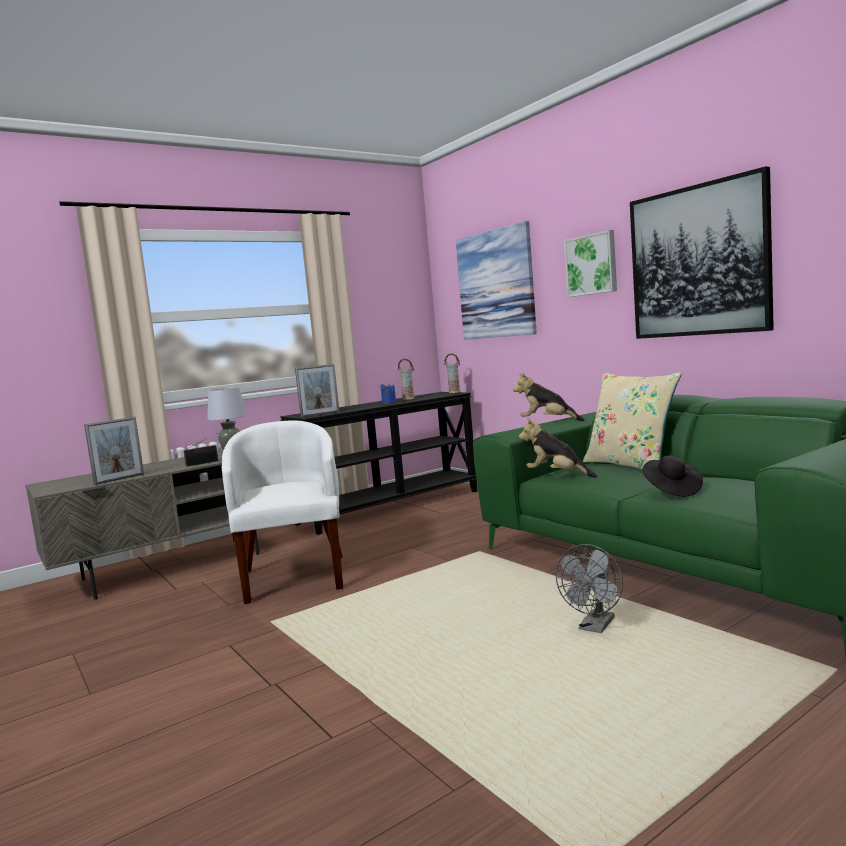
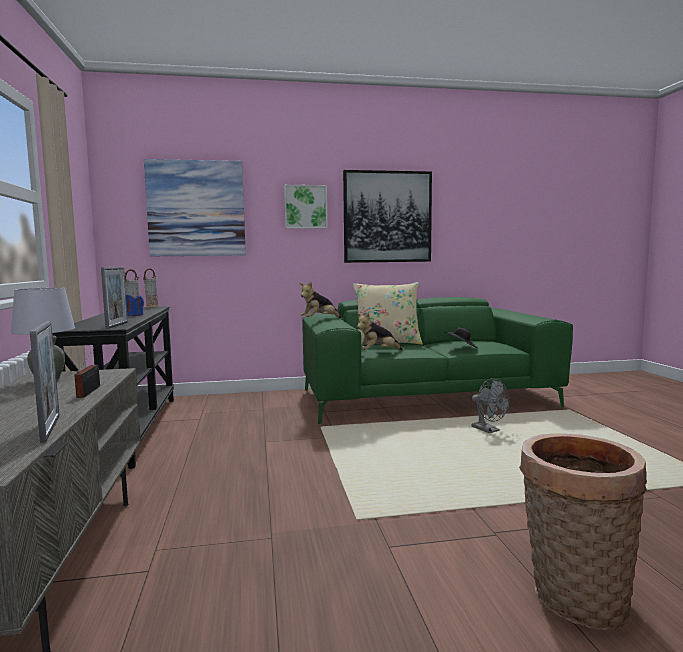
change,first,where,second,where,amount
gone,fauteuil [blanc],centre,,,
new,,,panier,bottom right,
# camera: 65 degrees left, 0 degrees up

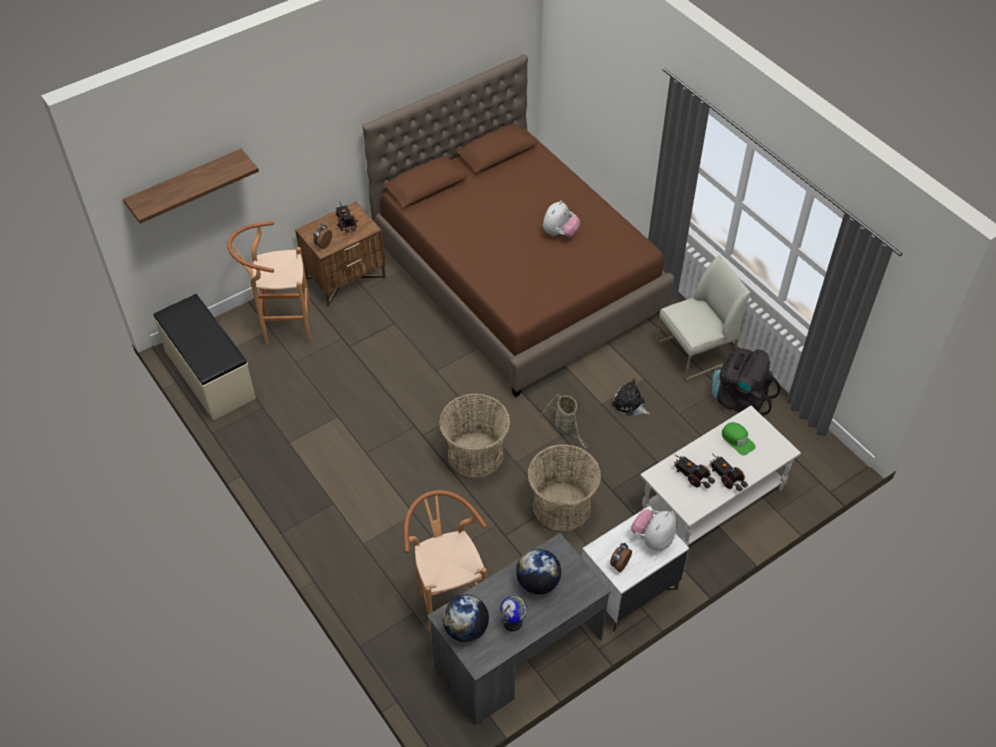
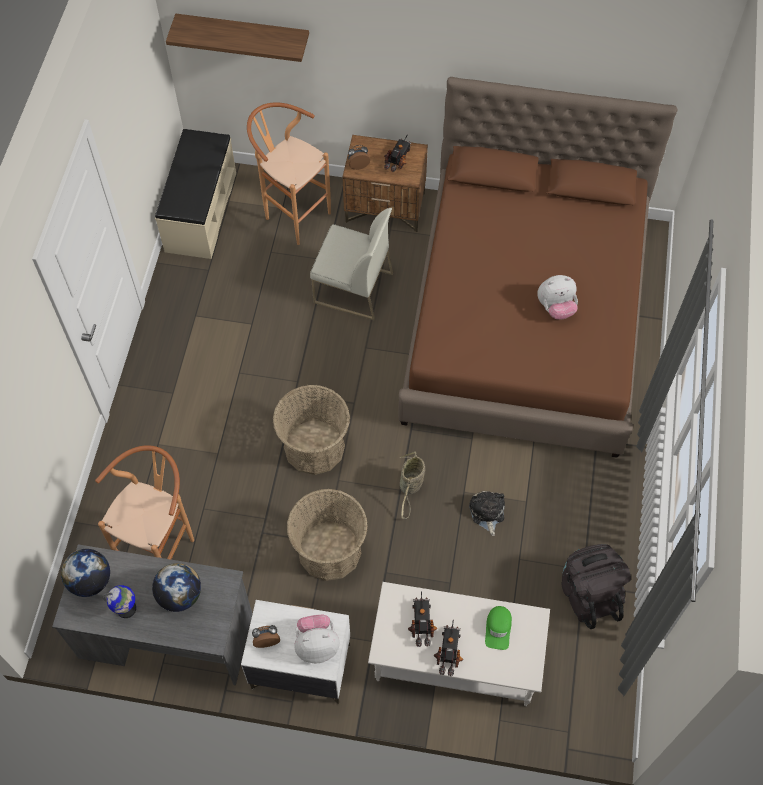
change,first,where,second,where,amount
shifted,chaise [blanc],middle right,,centre,
# camera: 45 degrees right, 10 degrees up

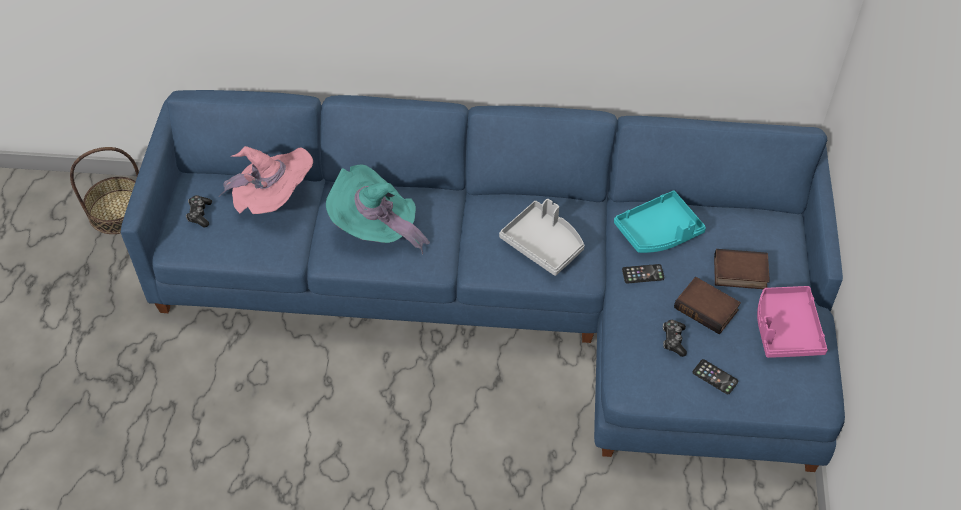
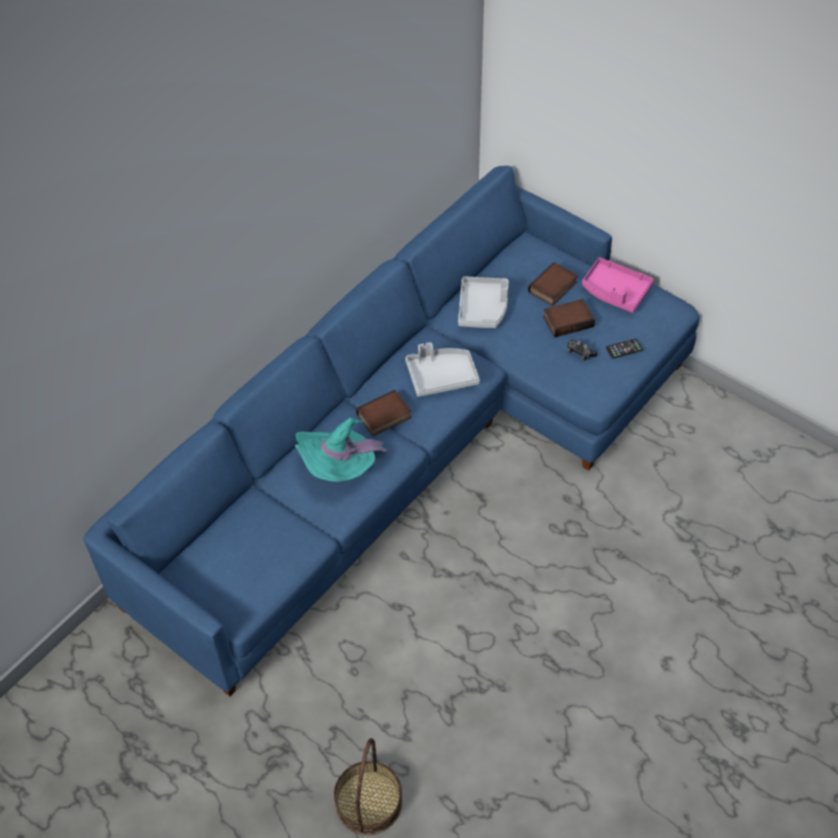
change,first,where,second,where,amount
gone,manette (no. 1 from left),middle left,,,
gone,chapeau [rose],middle left,,,
gone,téléphone (no. 1 from left),middle right,,,
new,,,livre (no. 1 from left),centre,
shifted,panier,middle left,,bottom centre,
repainted,plateau [turquoise],middle right,plateau [gris] (no. 2 from left),centre,
# camera: 55 degrees left, 0 degrees up

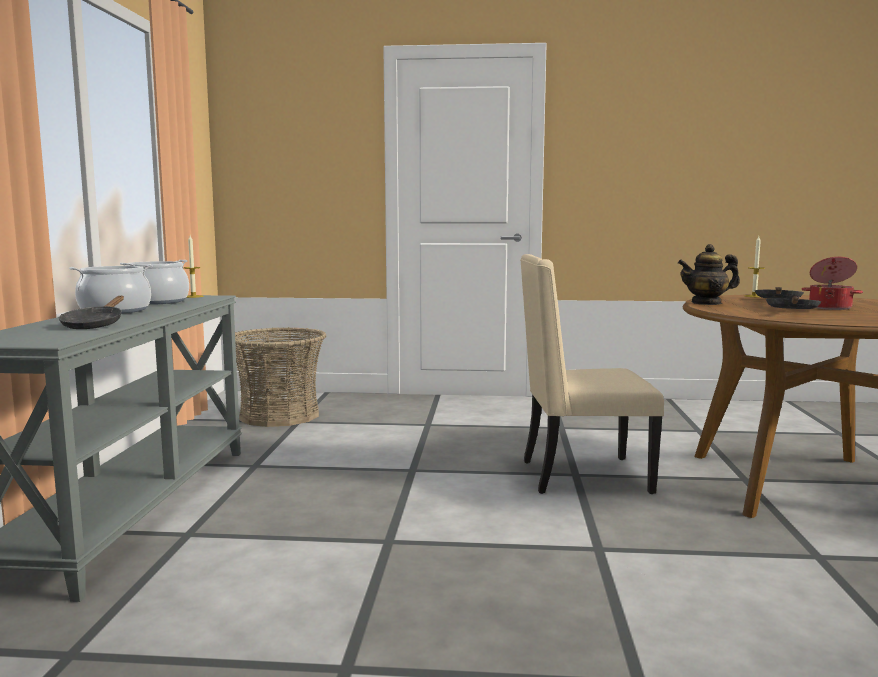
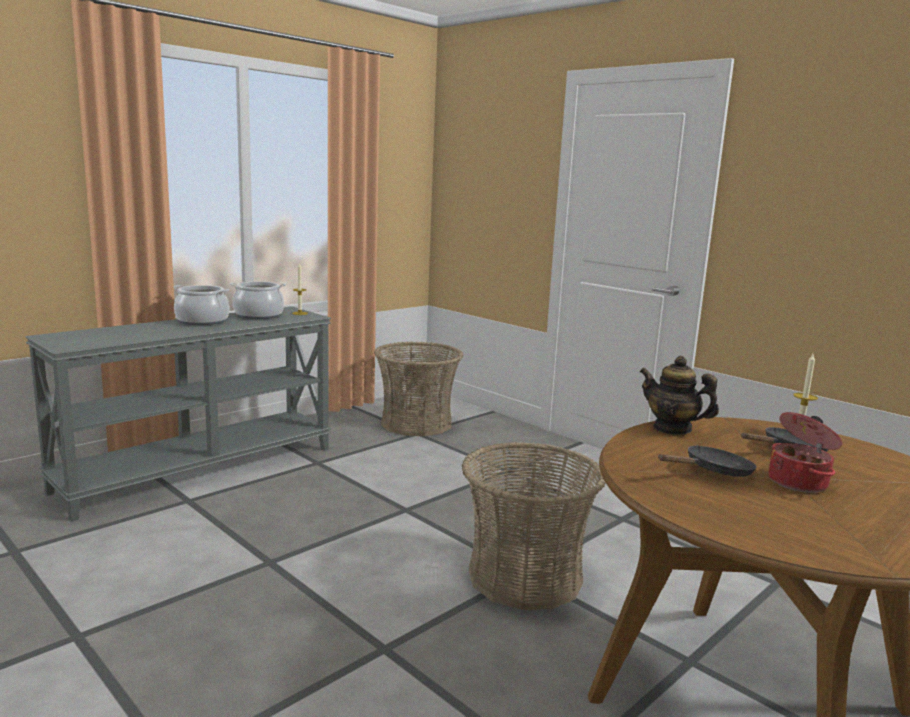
change,first,where,second,where,amount
gone,poêle [noir] (no. 1 from left),middle left,,,
swapped,chaise [beige],middle right,panier (no. 2 from left),bottom centre,
# camera: 40 degrees right, 5 degrees up

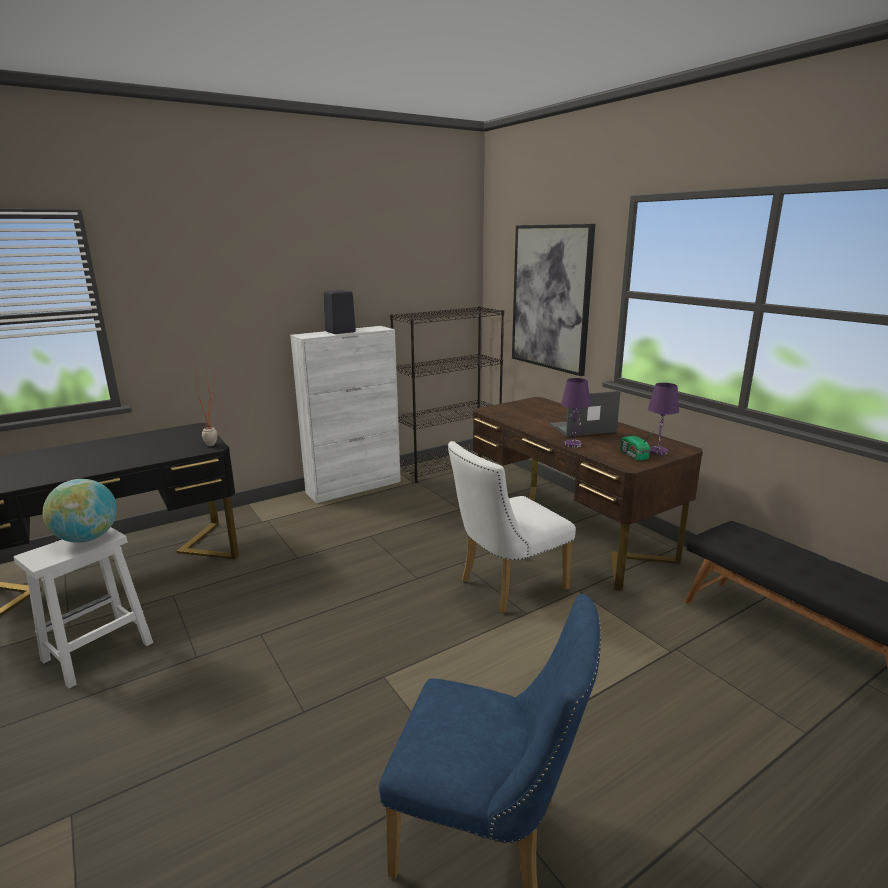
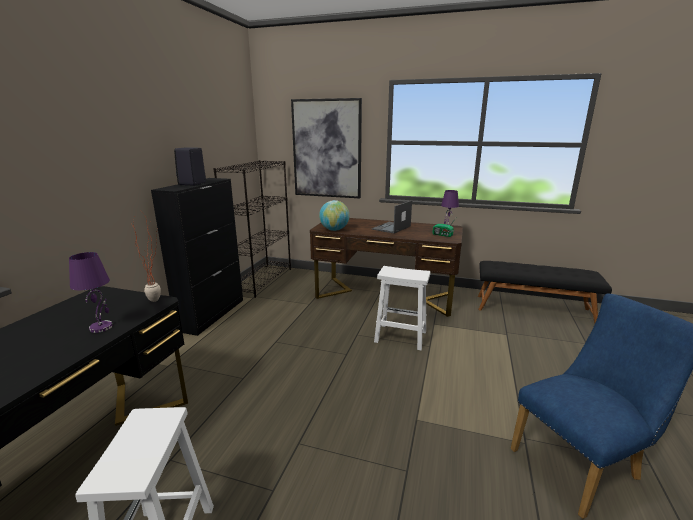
change,first,where,second,where,amount
shifted,globe,middle left,,centre,
shifted,lampe de table [violet] (no. 1 from left),centre,,middle left,
swapped,chaise [blanc],centre,tabouret [blanc] (no. 2 from left),centre,
repainted,meuble de rangement [blanc],centre,meuble de rangement [noir],middle left,
# camera: 40 degrees left, 0 degrees up

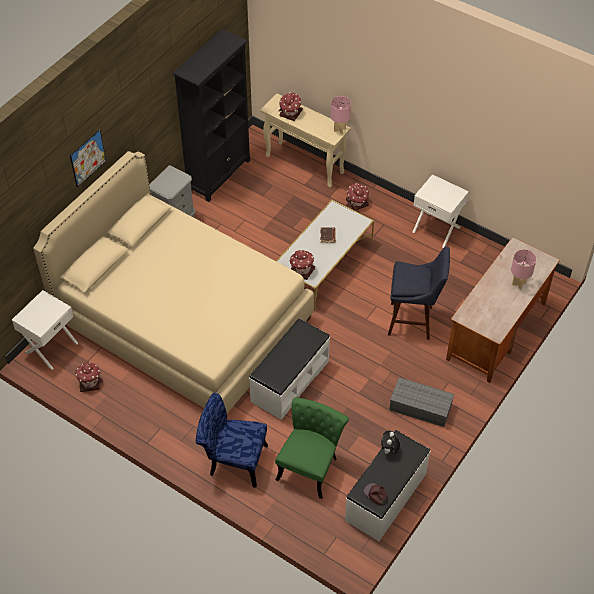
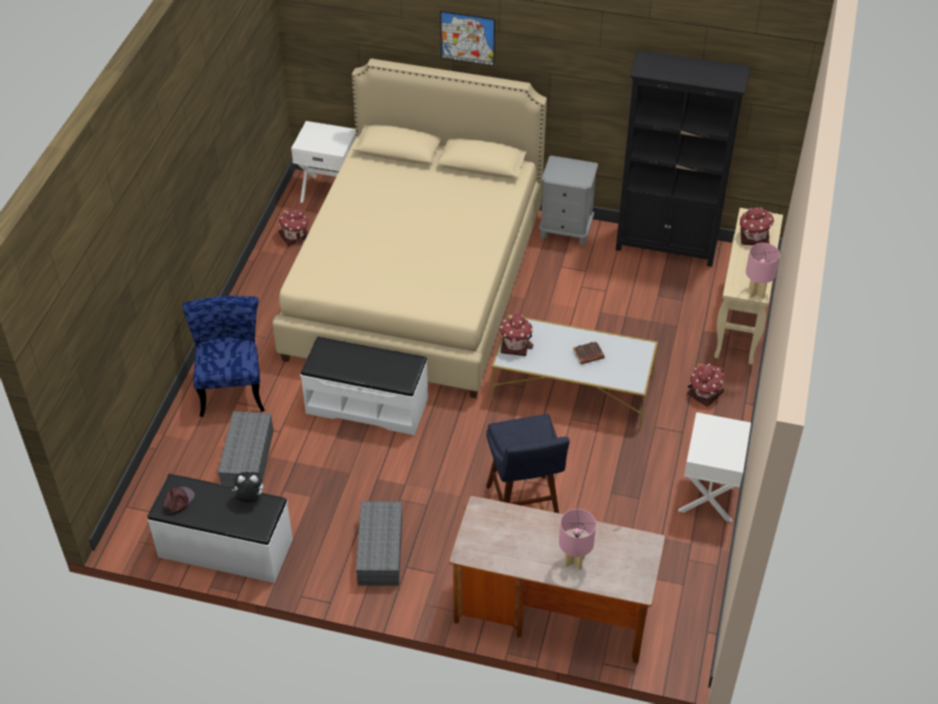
change,first,where,second,where,amount
swapped,chaise [vert],bottom centre,boîte de rangement [gris] (no. 1 from left),middle left,
# camera: 70 degrees right, 5 degrees down

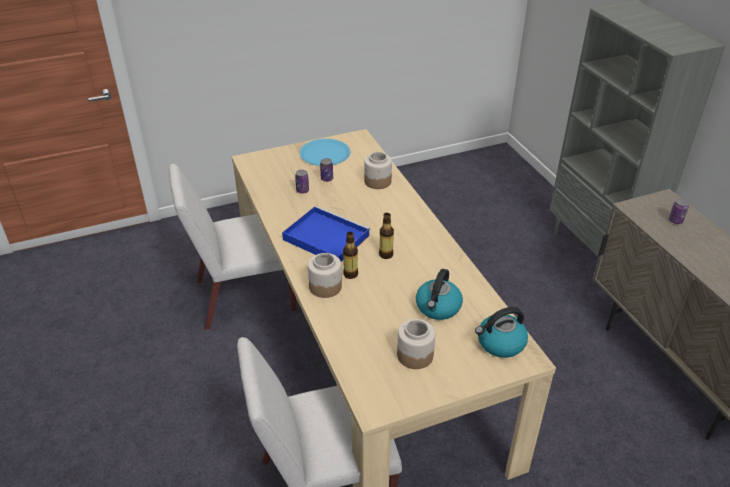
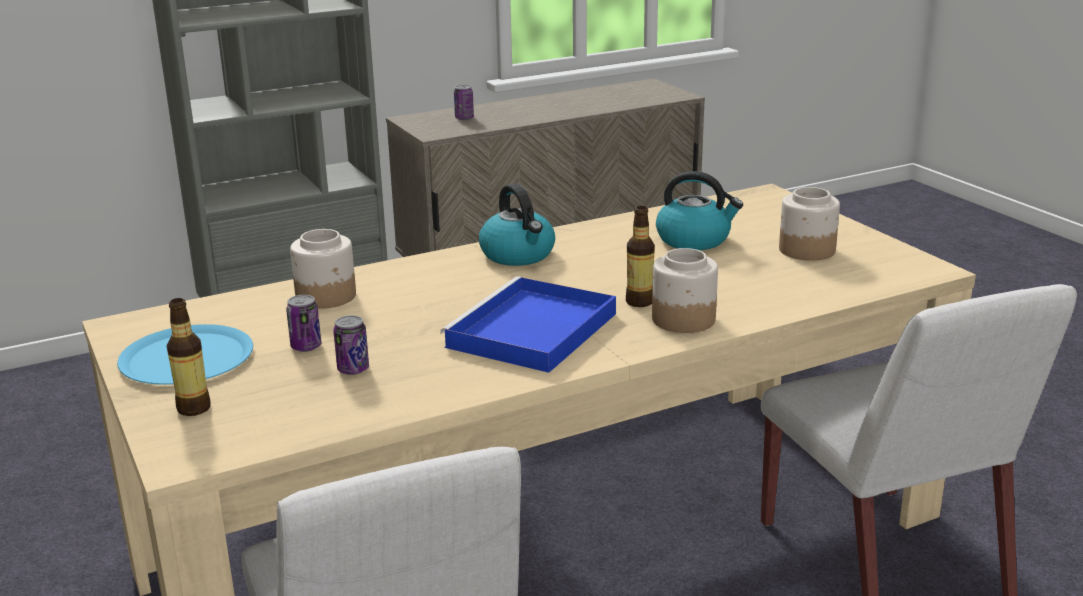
change,first,where,second,where,amount
shifted,bouteille (no. 2 from left in the first image),centre,bouteille (no. 1 from left),middle left,
shifted,bouilloire (no. 2 from left in the first image),bottom right,bouilloire (no. 1 from left),centre,
# camera: 95 degrees left, 15 degrees down

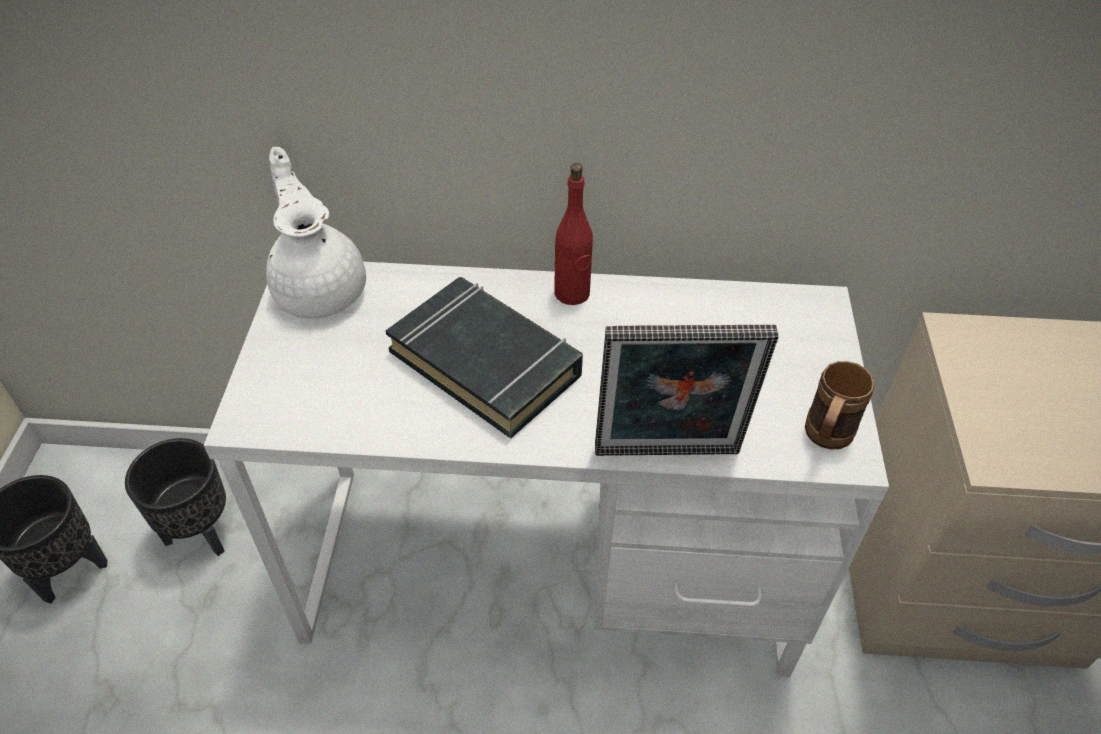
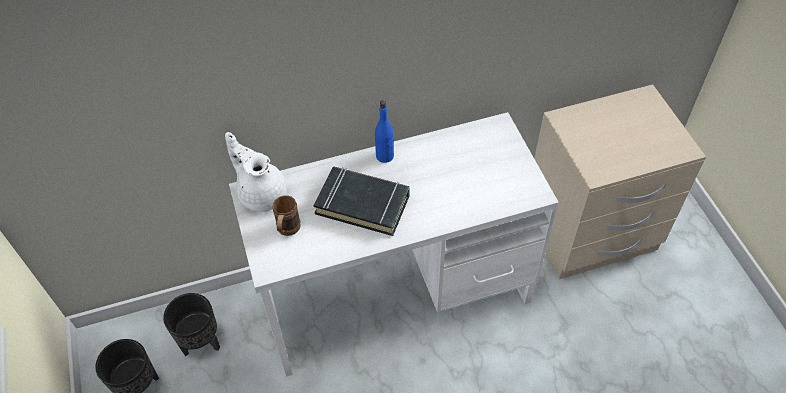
change,first,where,second,where,amount
gone,cadre photo,centre,,,
shifted,mug [marron],middle right,,centre,
repainted,bouteille [rouge],top centre,bouteille [bleu],centre,
# camera: 20 degrees left, 5 degrees up

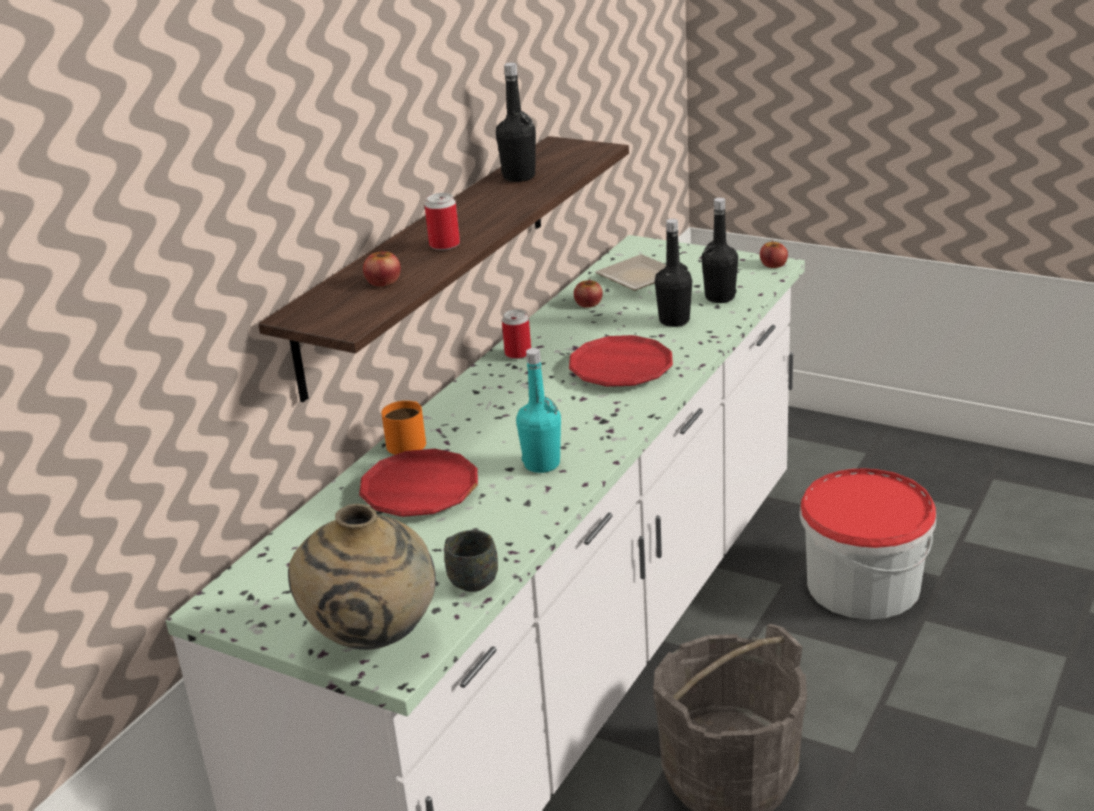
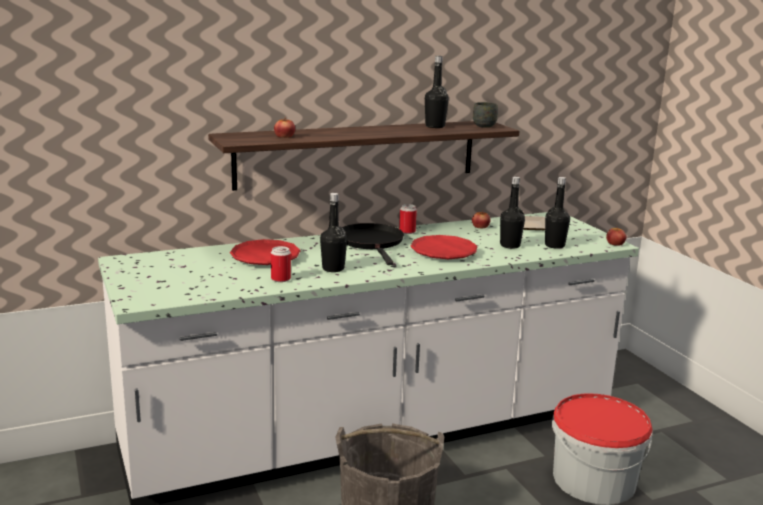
change,first,where,second,where,amount
gone,vase [beige],bottom left,,,
gone,mug [orange],centre,,,
new,,,poêle [noir],centre,
shifted,boîte métallique (no. 1 from left),top centre,,centre,
shifted,mug [gris],bottom centre,,top centre,
repainted,bouteille [turquoise],centre,bouteille [noir] (no. 1 from left),centre,
# camera: 35 degrees right, 10 degrees down

